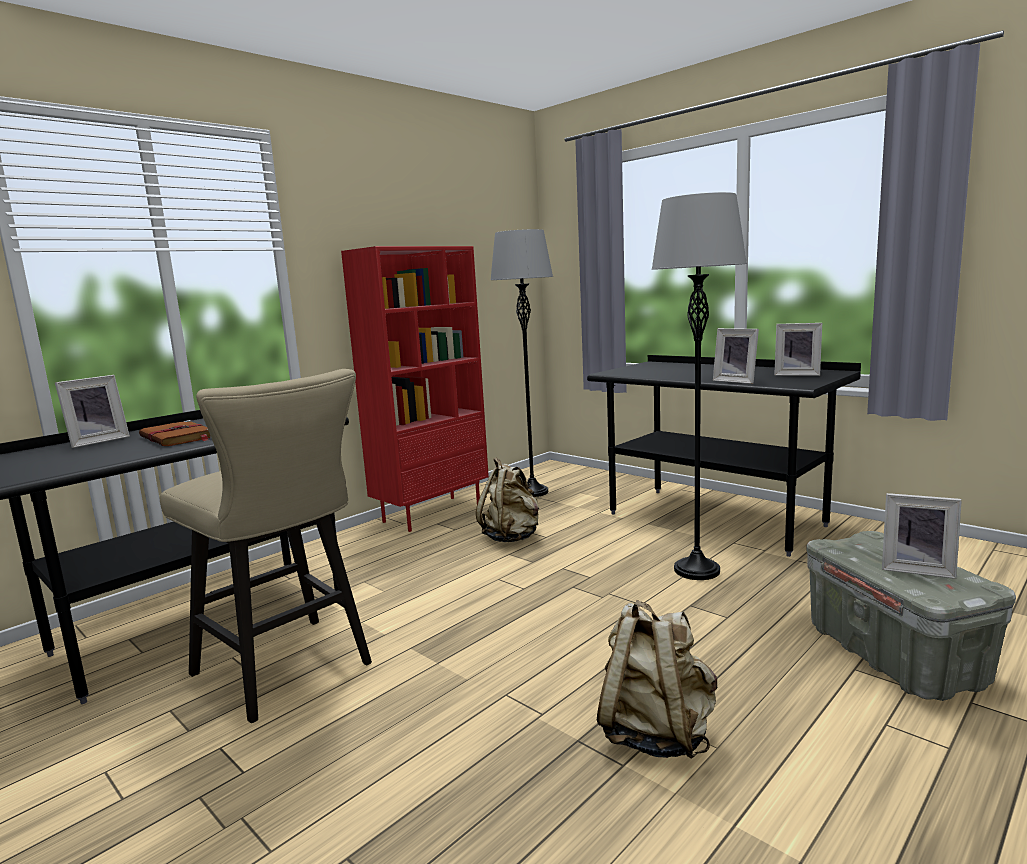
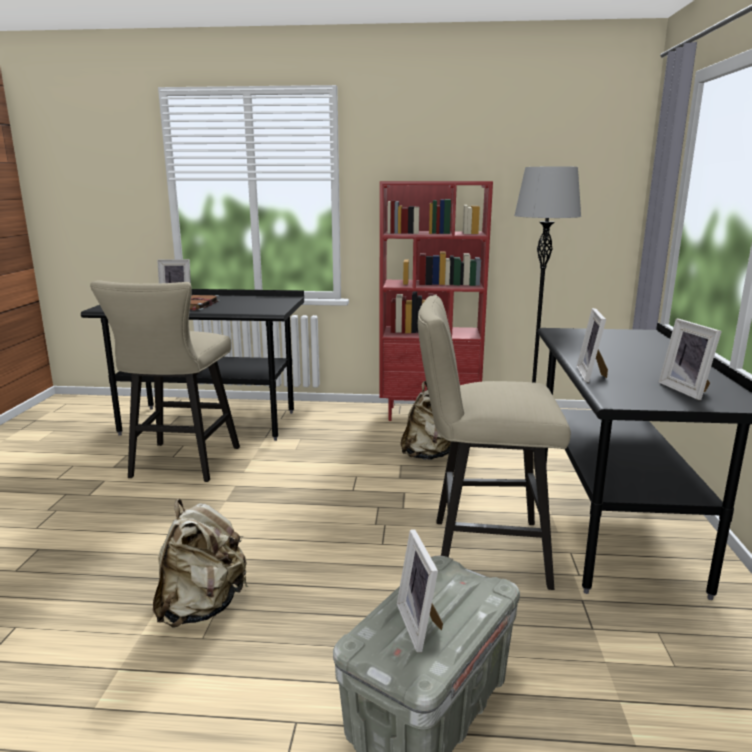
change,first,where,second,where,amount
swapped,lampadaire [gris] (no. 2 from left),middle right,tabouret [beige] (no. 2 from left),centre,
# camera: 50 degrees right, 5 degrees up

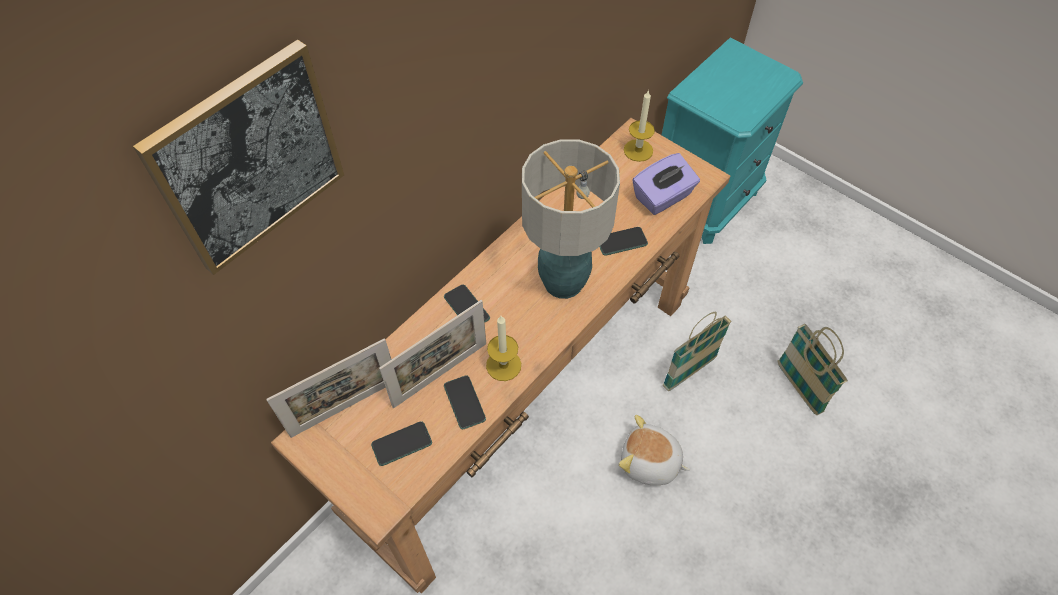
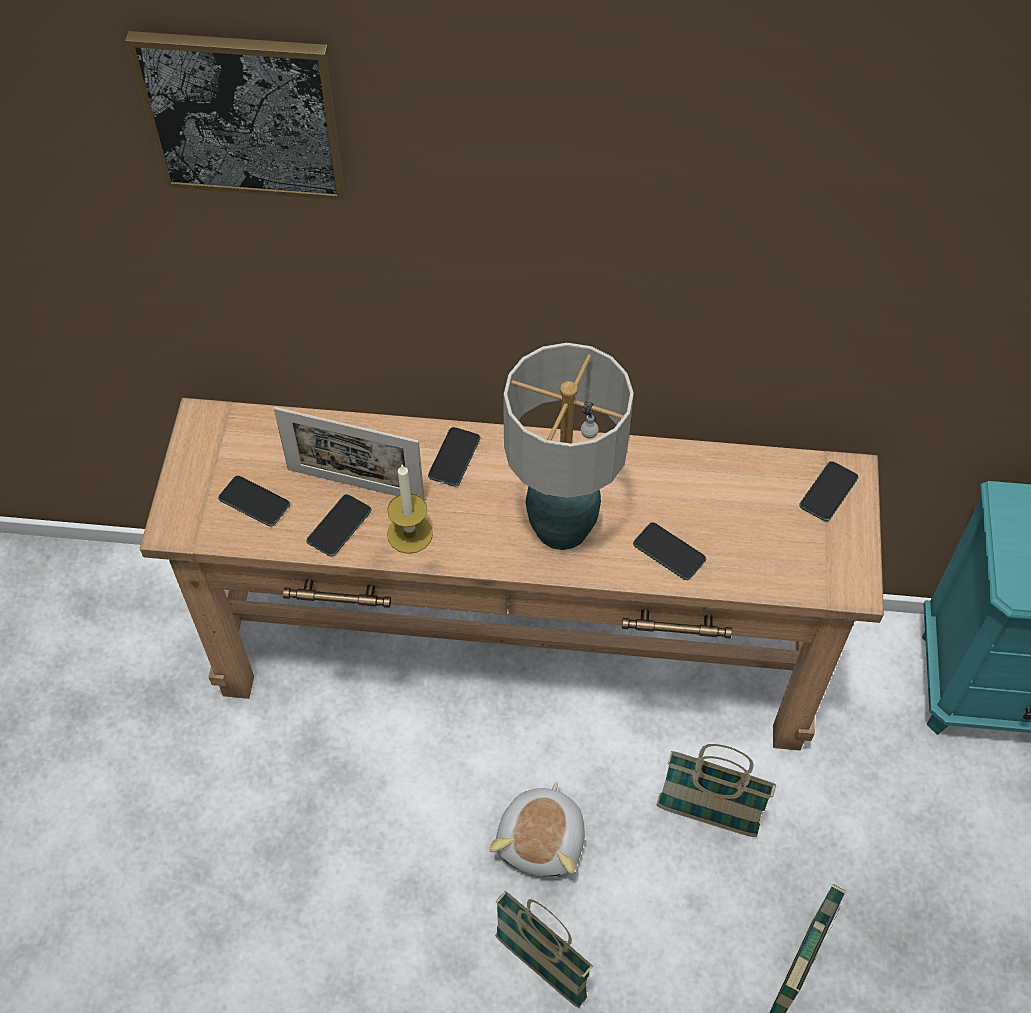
change,first,where,second,where,amount
gone,cadre photo (no. 1 from left),middle left,,,
gone,boîte à mouchoirs [violet],top centre,,,
new,,,panier (no. 1 from left),bottom centre,
swapped,bougie (no. 2 from left),top centre,téléphone (no. 5 from left),middle right,
rotated,peluche,bottom centre,,bottom centre,150 degrees counterclockwise
# camera: 55 degrees right, 0 degrees up

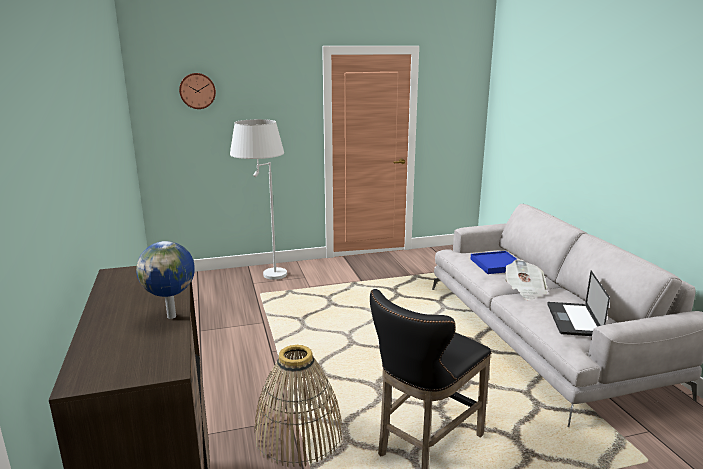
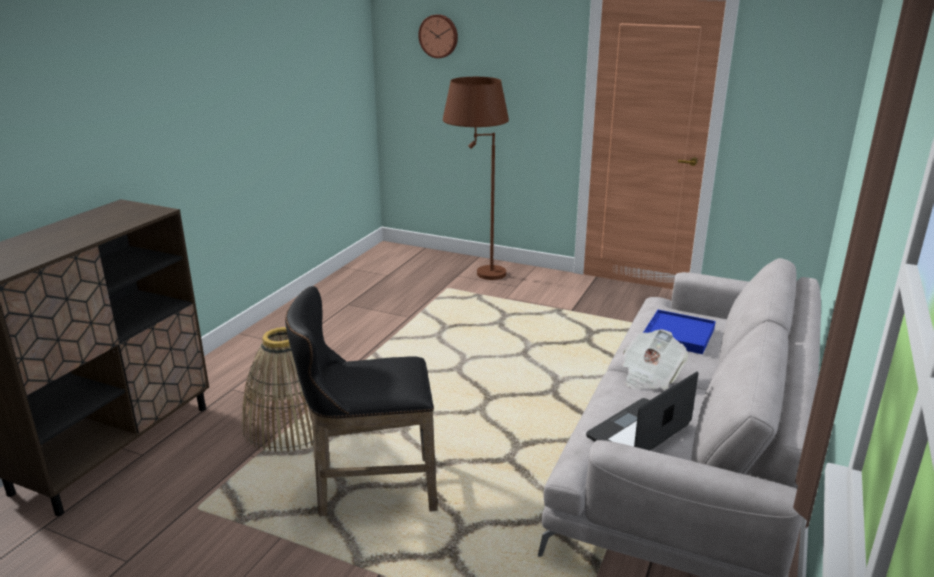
change,first,where,second,where,amount
gone,globe,middle left,,,
repainted,lampadaire [blanc],centre,lampadaire [marron],top centre,
# camera: 40 degrees right, 5 degrees up

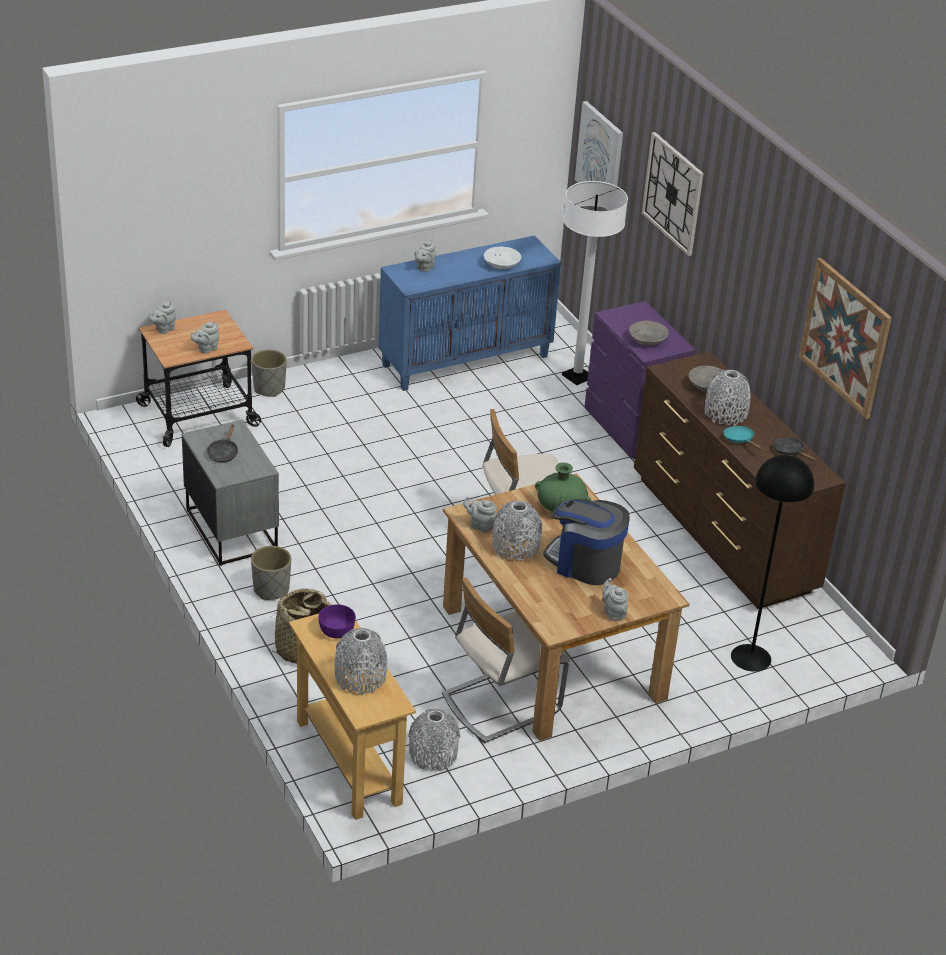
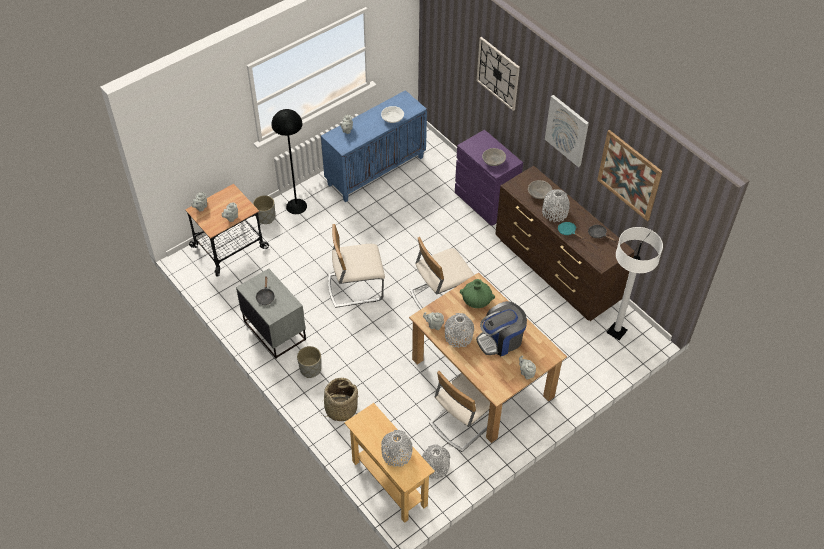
change,first,where,second,where,amount
gone,bol [violet],centre,,,
new,,,chaise [beige] (no. 1 from left),centre,
shifted,lampadaire [blanc],top centre,,middle right,
shifted,tableau (no. 1 from left),top centre,,top right,
shifted,lampadaire [noir],middle right,,top centre,
rotated,machine à café,centre,,centre,45 degrees counterclockwise
# camera: 10 degrees left, 15 degrees up

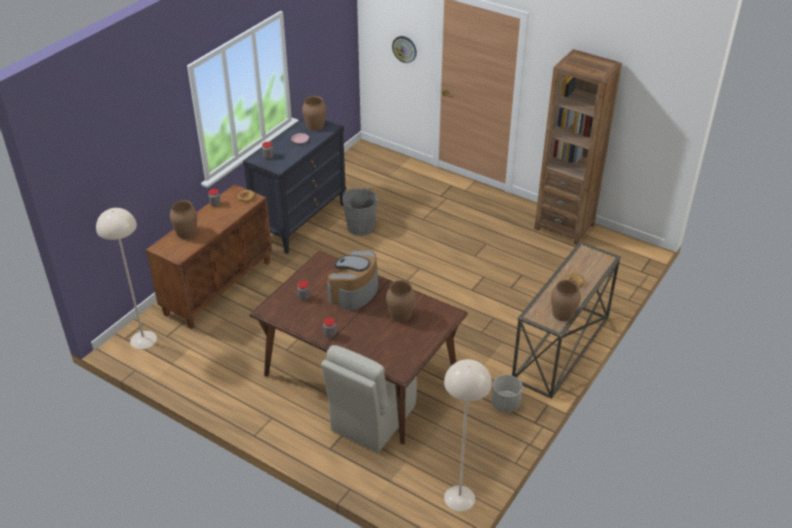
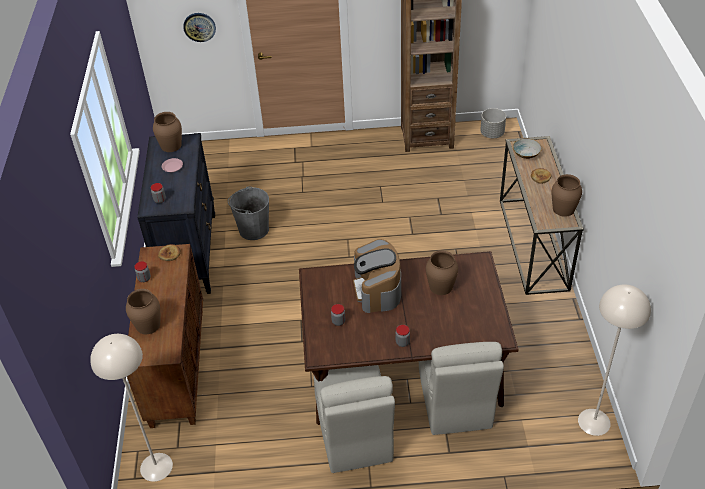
change,first,where,second,where,amount
new,,,chaise [beige] (no. 1 from left),bottom centre,
new,,,bol,top right,
shifted,cache-pot [gris],bottom centre,,top right,
# camera: 35 degrees left, 5 degrees up

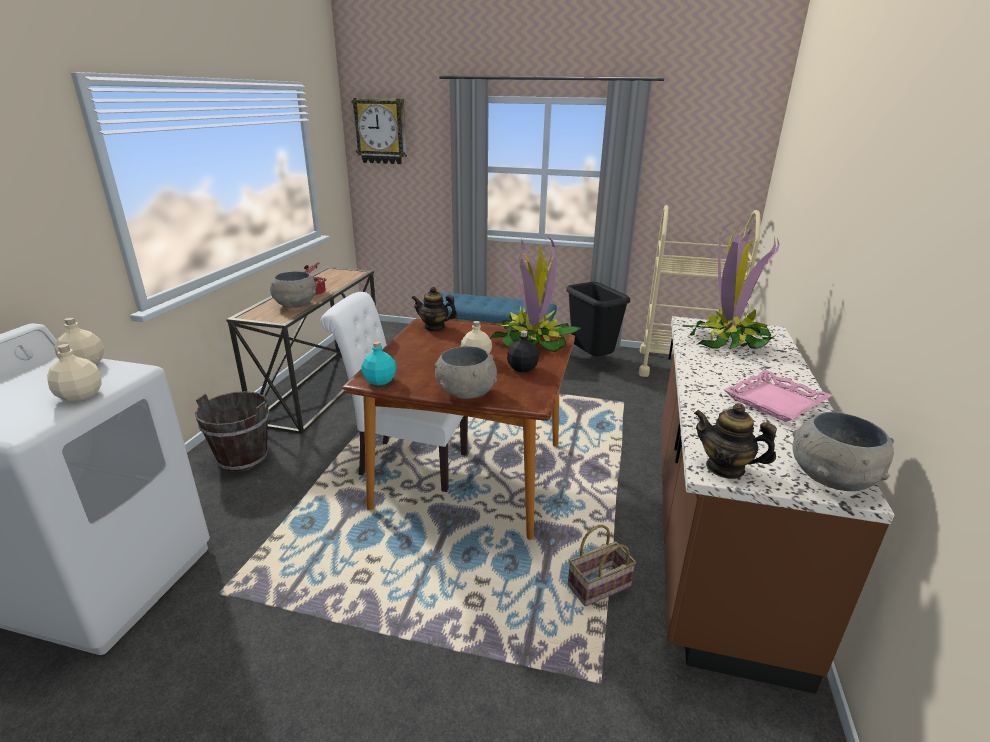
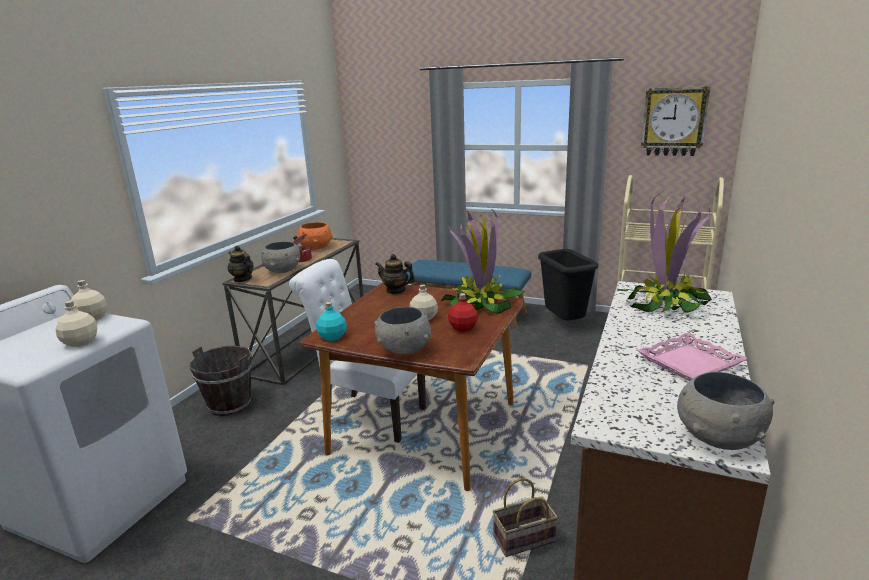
change,first,where,second,where,amount
new,,,bol [orange],centre,
shifted,horloge murale,top centre,,top right,
shifted,théière (no. 2 from left in the first image),middle right,théière (no. 1 from left),middle left,
repainted,bouteille [noir],centre,bouteille [rouge],centre,
# camera: 10 degrees right, 5 degrees down

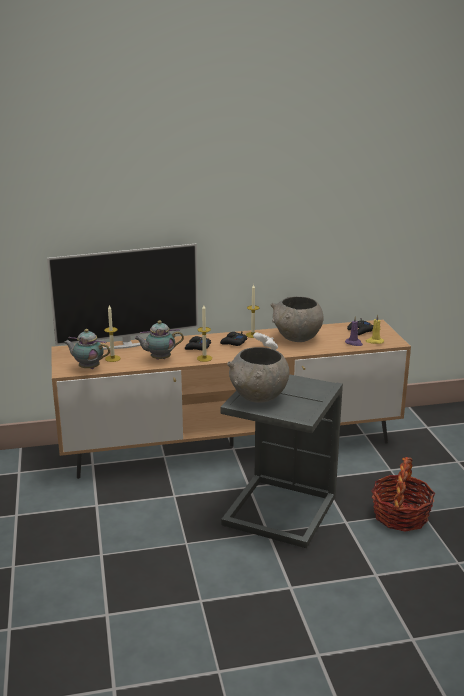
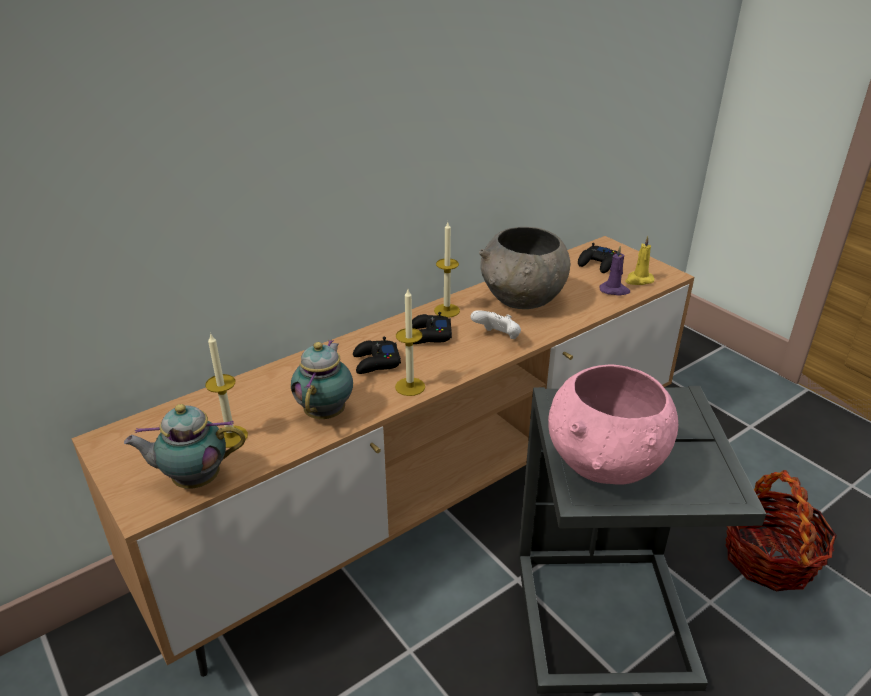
change,first,where,second,where,amount
gone,téléviseur,middle left,,,
repainted,bol [gris] (no. 1 from left),centre,bol [rose],middle right,
rotated,théière (no. 2 from left),centre,,centre,135 degrees clockwise
# camera: 25 degrees left, 10 degrees up

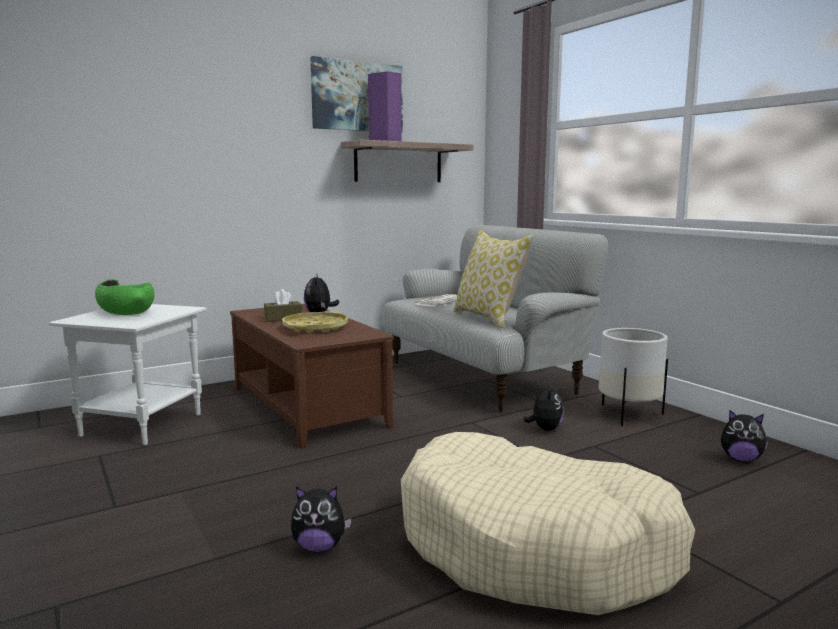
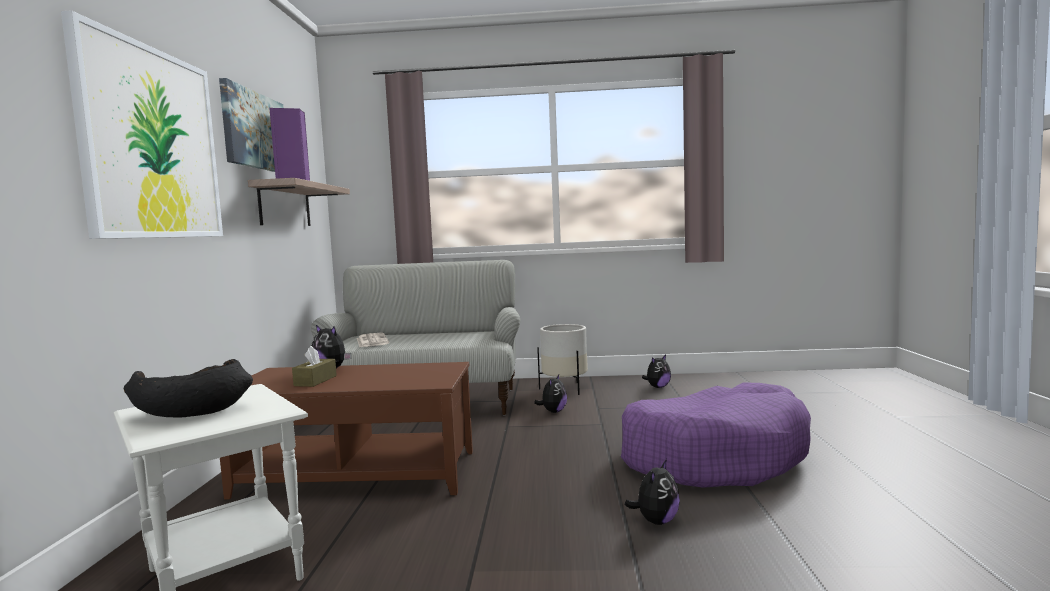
change,first,where,second,where,amount
gone,plateau [jaune],centre,,,
gone,coussin,centre,,,
new,,,tableau (no. 1 from left),top left,
repainted,bol [vert],middle left,bol [noir],middle left,
repainted,panier pour chien [beige],bottom centre,panier pour chien [violet],bottom right,
rotated,peluche (no. 3 from left in the first image),centre,peluche (no. 2 from left),bottom centre,75 degrees clockwise
# camera: 55 degrees left, 5 degrees down

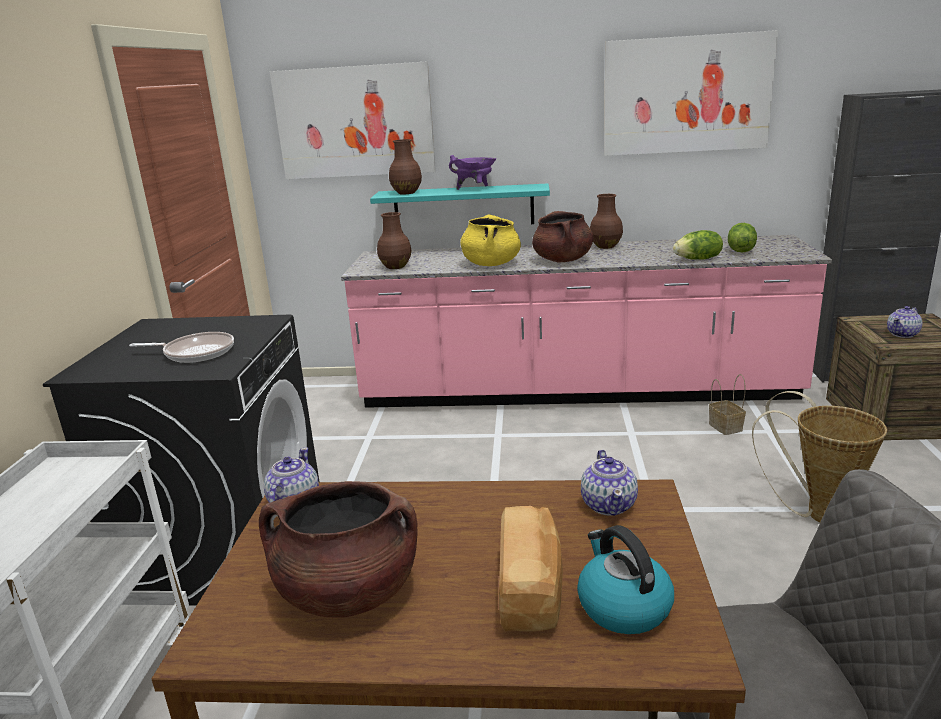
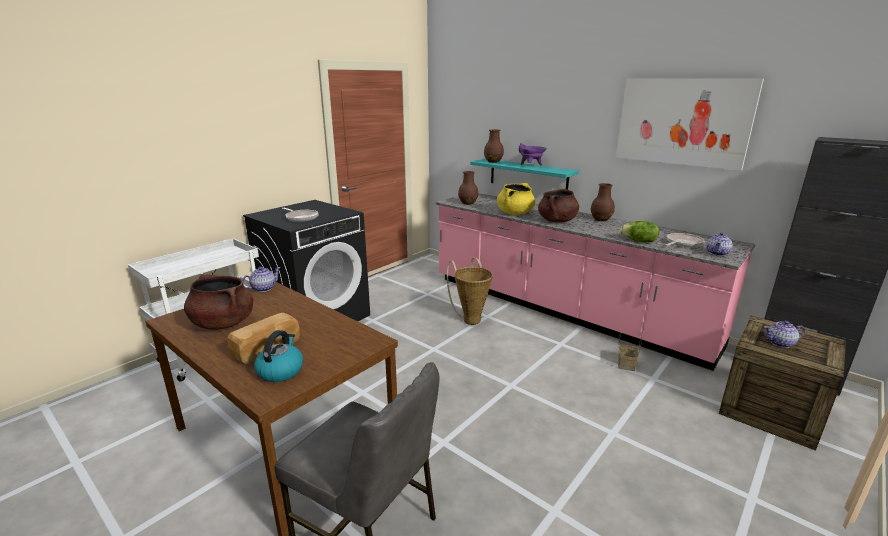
change,first,where,second,where,amount
gone,tableau (no. 1 from left),top centre,,,
shifted,théière (no. 2 from left),bottom centre,,middle right,
shifted,panier (no. 2 from left in the first image),middle right,panier (no. 1 from left),centre,
swapped,laitue (no. 2 from left),top right,poêle (no. 2 from left),middle right,
# camera: 35 degrees right, 0 degrees up

